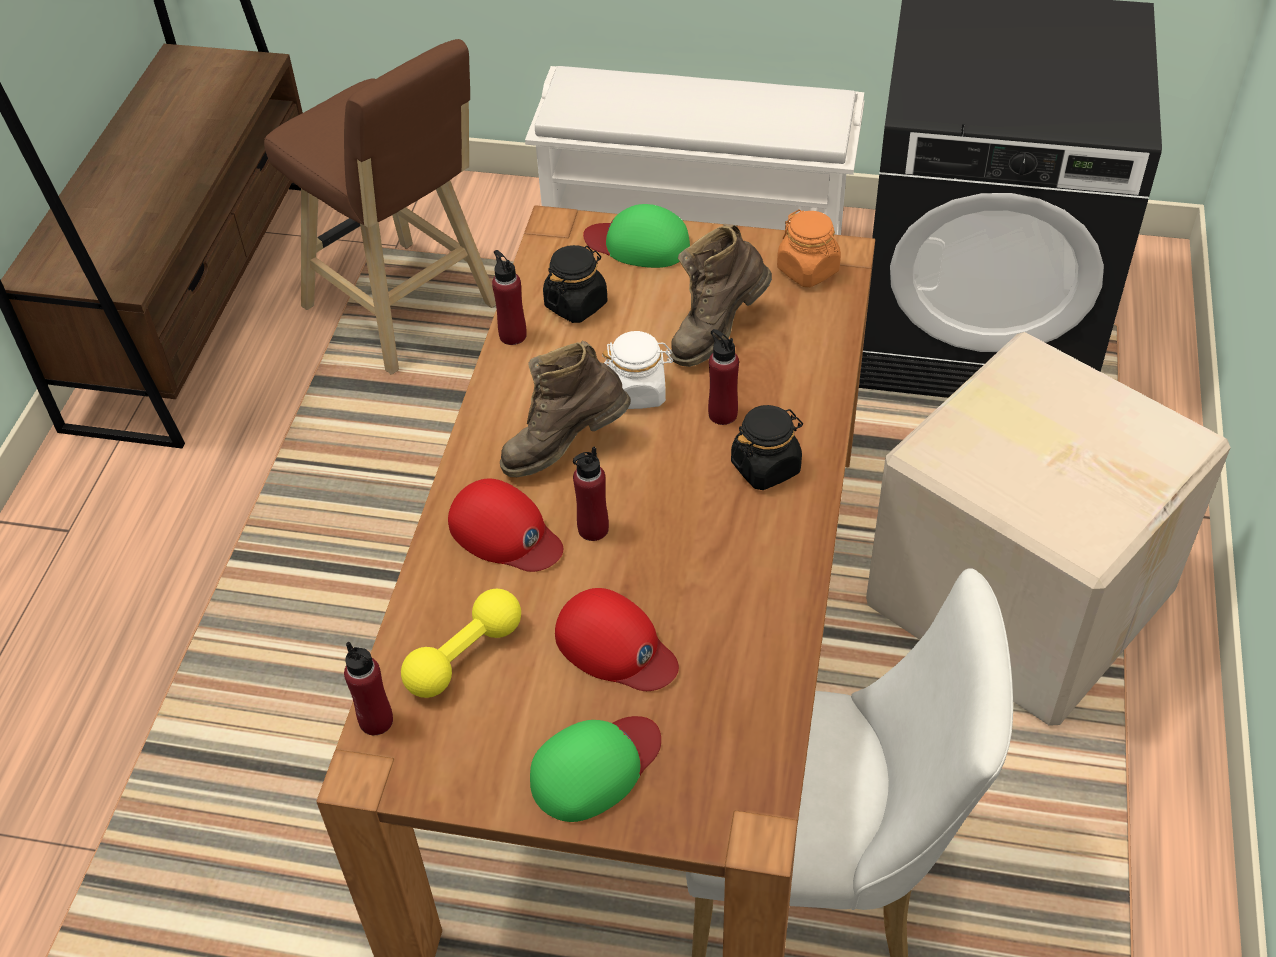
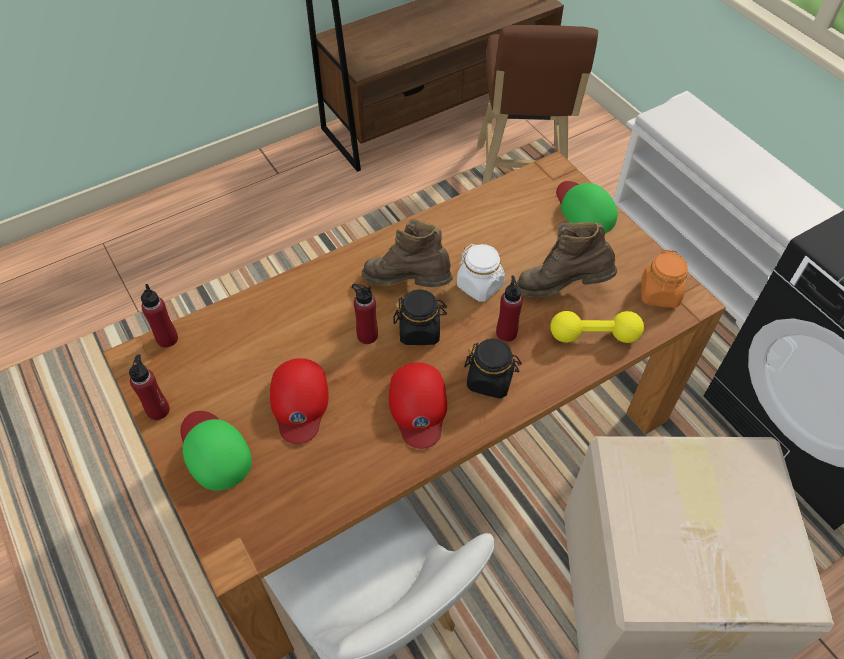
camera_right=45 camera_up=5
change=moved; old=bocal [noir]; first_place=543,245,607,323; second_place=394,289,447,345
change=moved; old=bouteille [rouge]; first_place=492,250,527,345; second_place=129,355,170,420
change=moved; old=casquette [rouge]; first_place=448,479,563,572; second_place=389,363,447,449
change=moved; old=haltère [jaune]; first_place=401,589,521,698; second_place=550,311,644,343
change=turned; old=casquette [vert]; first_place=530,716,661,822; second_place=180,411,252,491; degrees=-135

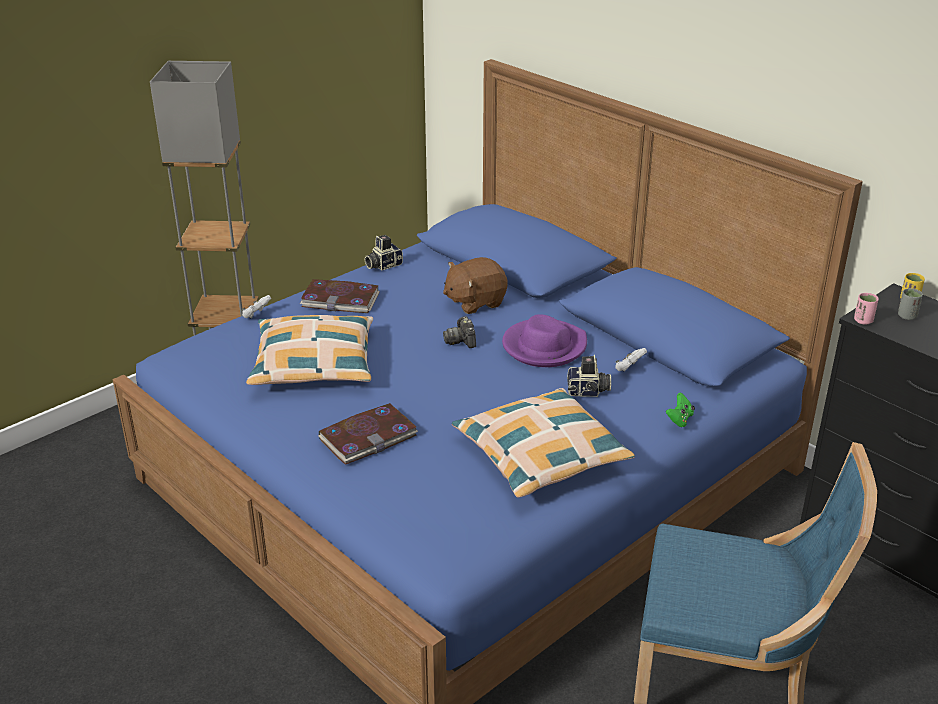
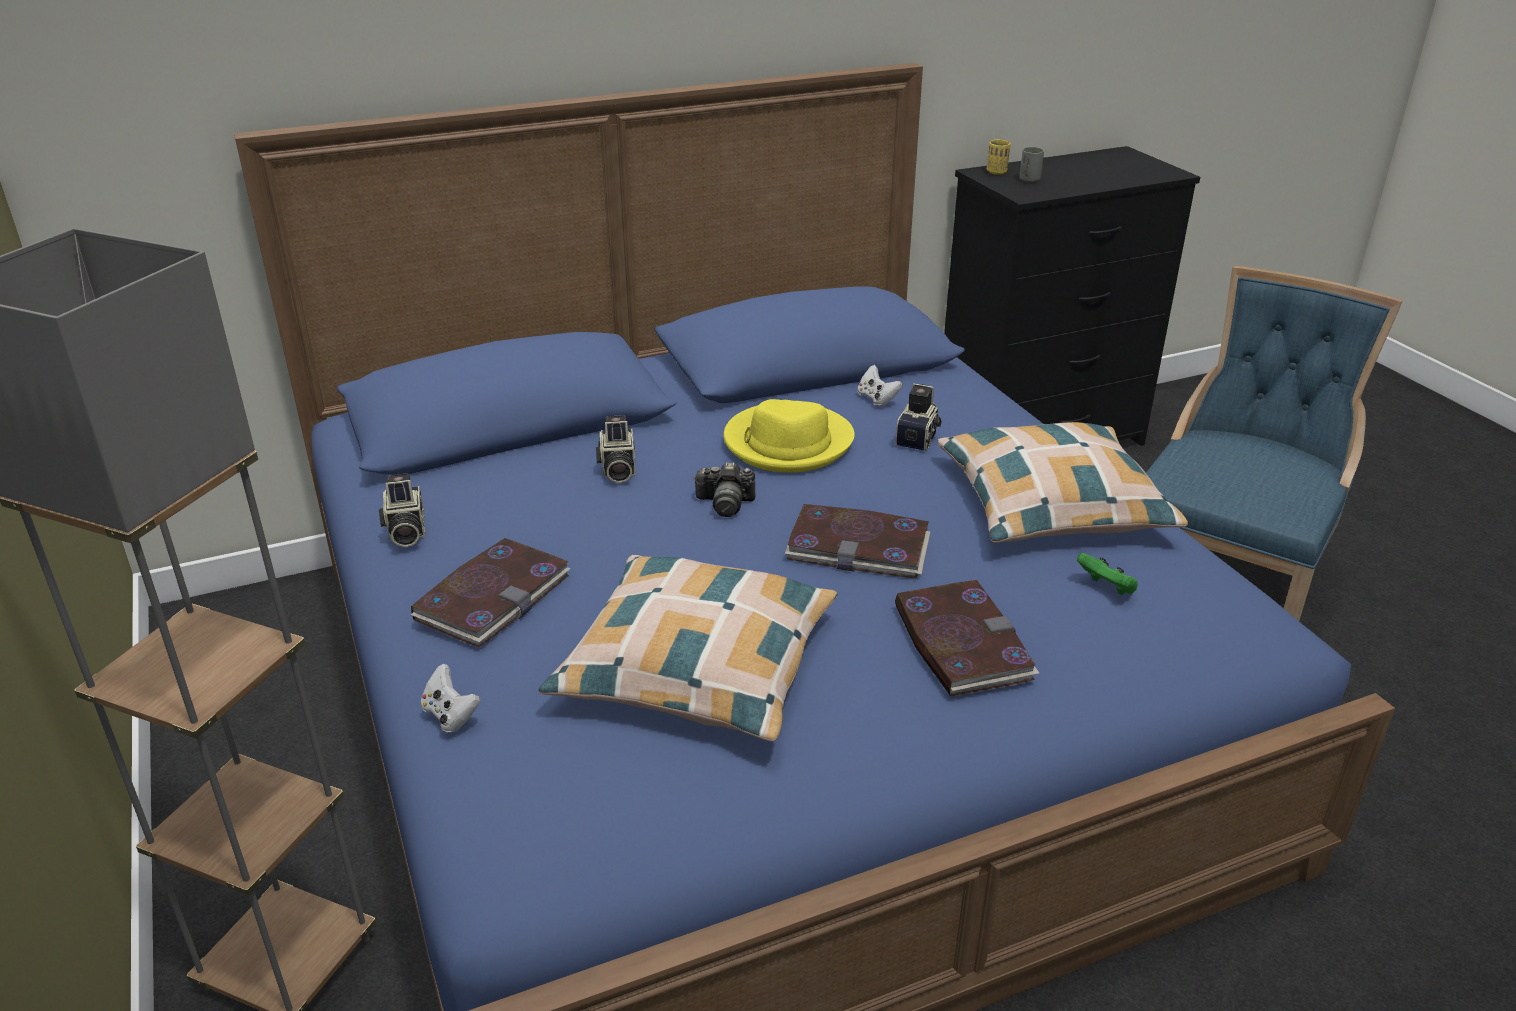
camera_right=-70 camera_up=0
change=replaced; old=peluche [marron]; new=appareil photo; first_place=443,257,508,314; second_place=596,415,636,483
change=removed; old=tasse [rose]; first_place=854,293,879,325
change=recoloured; old=chapeau [violet]; new=chapeau [jaune]; first_place=502,314,587,367; second_place=723,399,855,473
change=moved; old=manette [vert]; first_place=666,393,695,427; second_place=1077,553,1138,595
change=added; new=livre; second_place=785,504,930,579

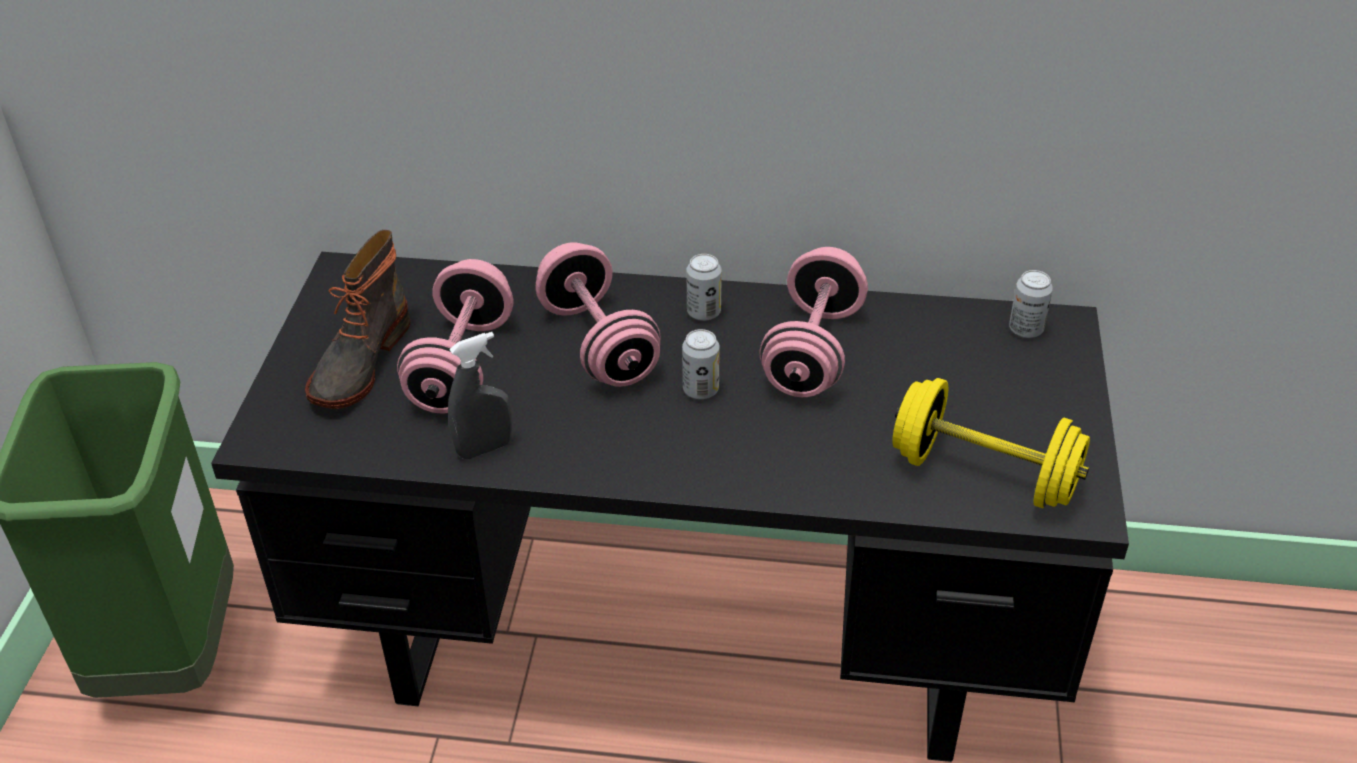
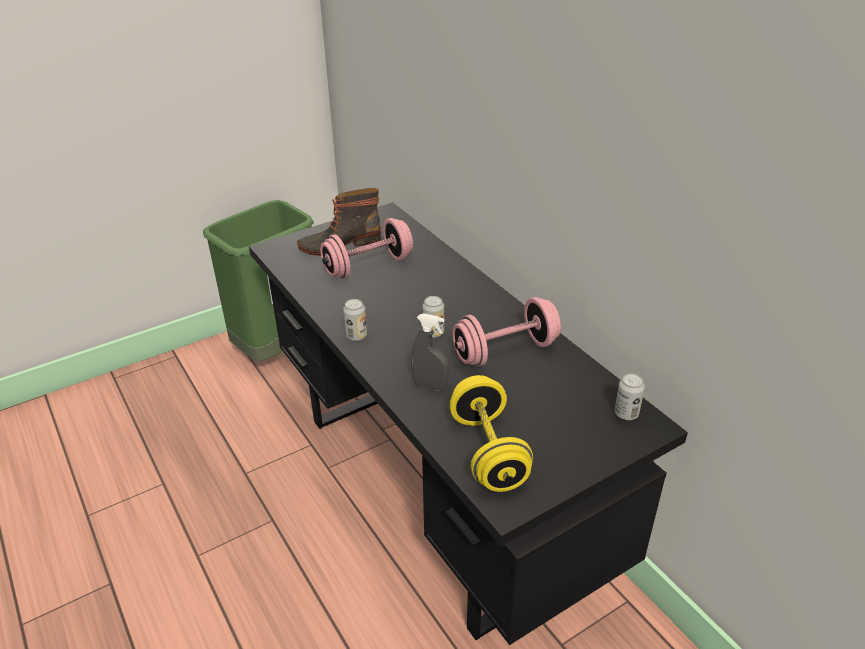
camera_right=50 camera_up=-5
change=removed; old=haltère [rose]; first_place=536,242,661,387
change=moved; old=boîte métallique; first_place=687,254,722,321; second_place=343,299,367,341
change=moved; old=vaporisateur [gris]; first_place=448,332,512,459; second_place=412,313,449,391

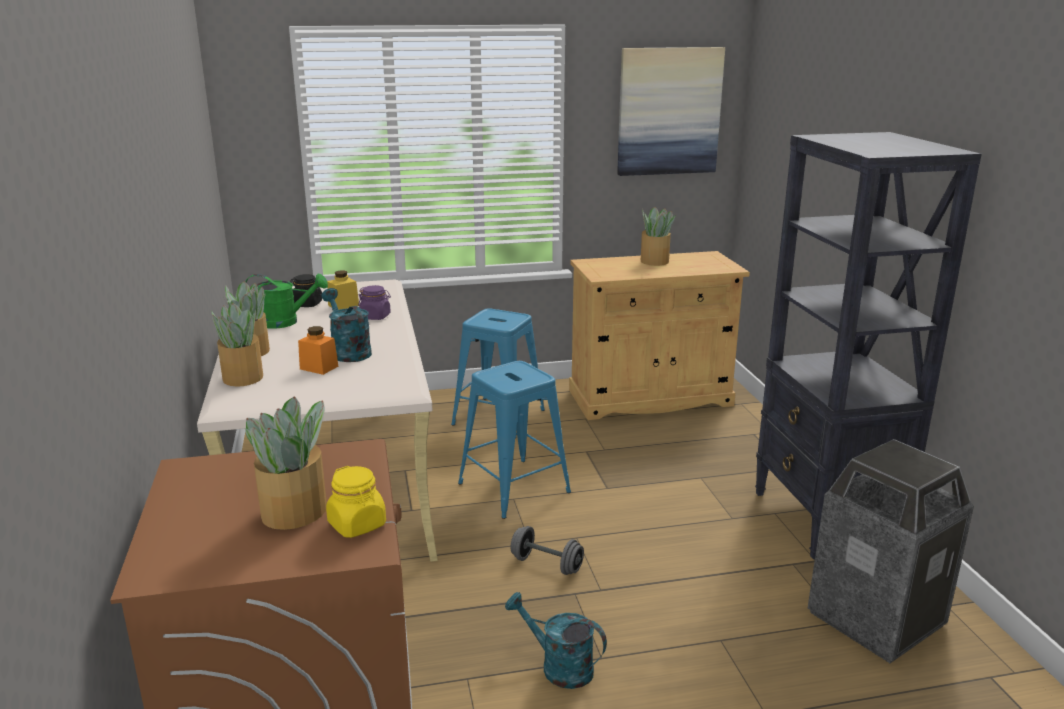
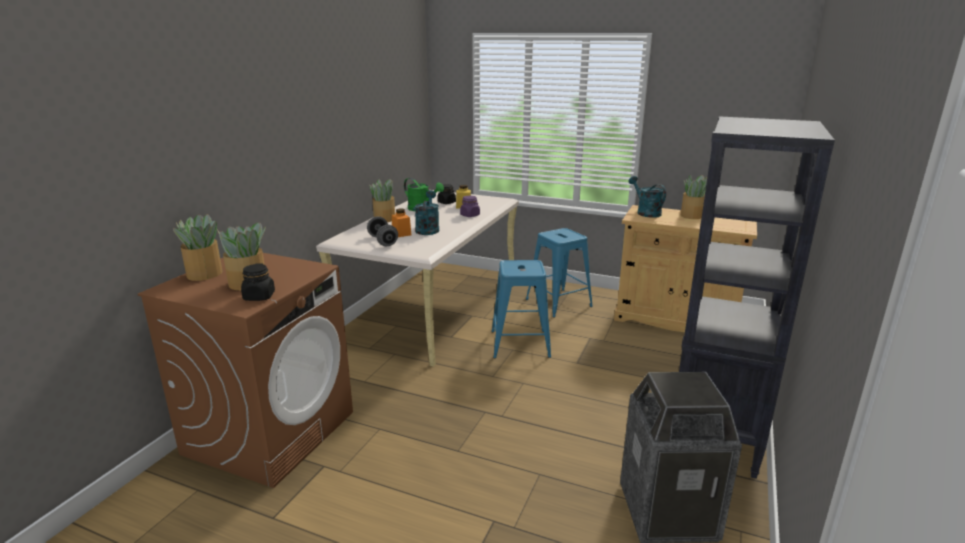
camera_right=35 camera_up=0
change=removed; old=tableau; first_place=617,47,725,176
change=moved; old=plante en pot; first_place=212,303,263,387; second_place=173,214,222,281
change=recoloured; old=bocal [jaune]; new=bocal [noir]; first_place=326,466,386,538; second_place=241,264,275,301
change=moved; old=haltère [gris]; first_place=510,526,584,575; second_place=367,216,398,246
change=moved; old=arrosoir [turquoise]; first_place=505,592,607,689; second_place=628,176,666,218

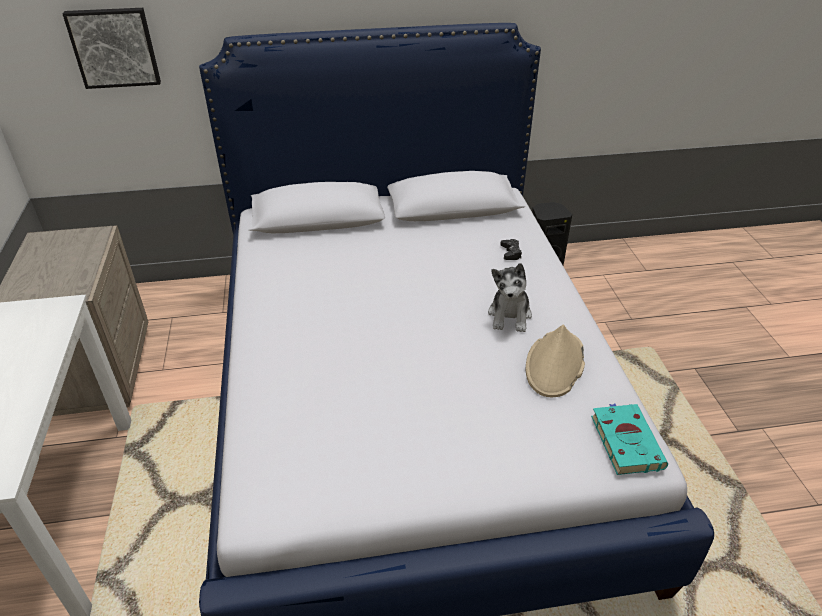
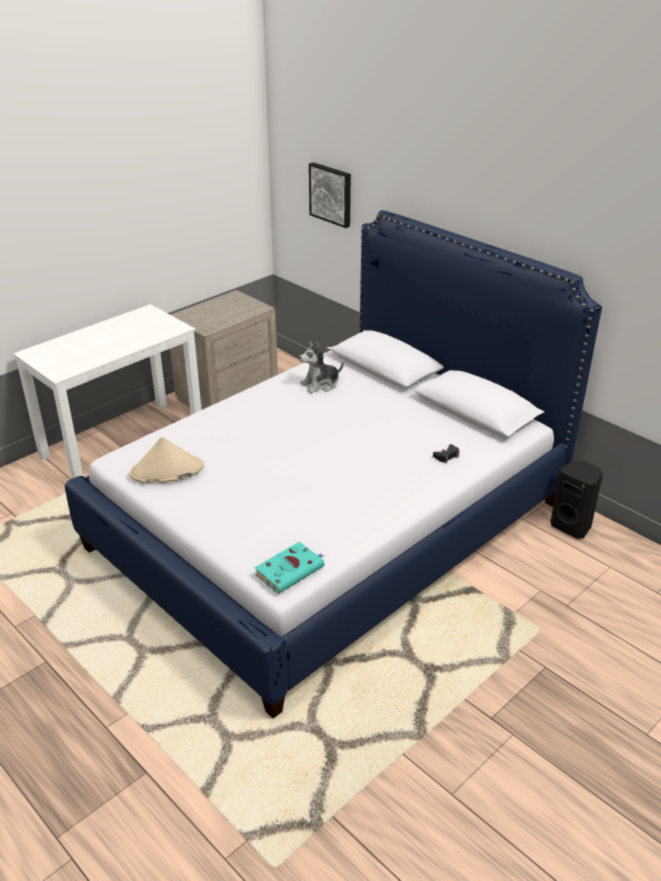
camera_right=55 camera_up=-5
change=moved; old=peluche; first_place=488,263,532,332; second_place=299,341,344,393
change=moved; old=chapeau [beige]; first_place=525,324,585,397; second_place=130,437,204,483

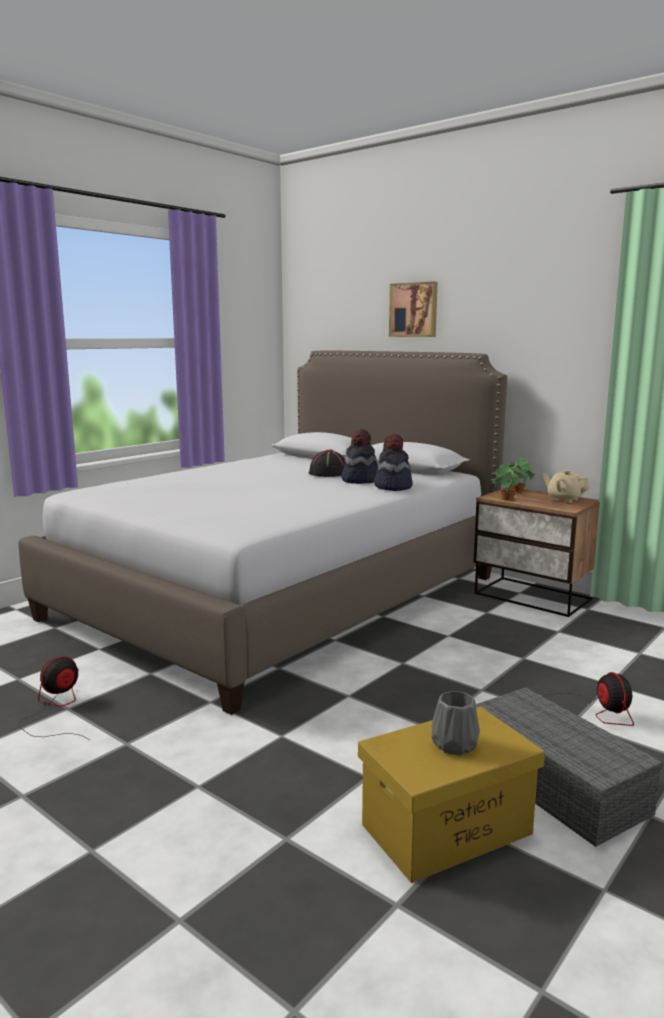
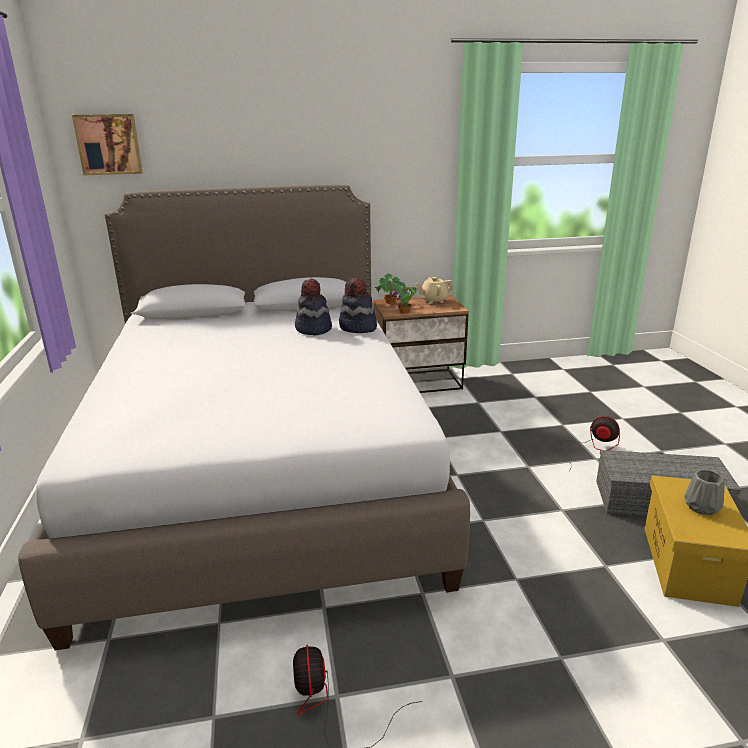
camera_right=-50 camera_up=10
change=moved; old=tableau; first_place=389,281,437,337; second_place=72,114,143,175
change=removed; old=chapeau [noir]; first_place=309,450,345,477

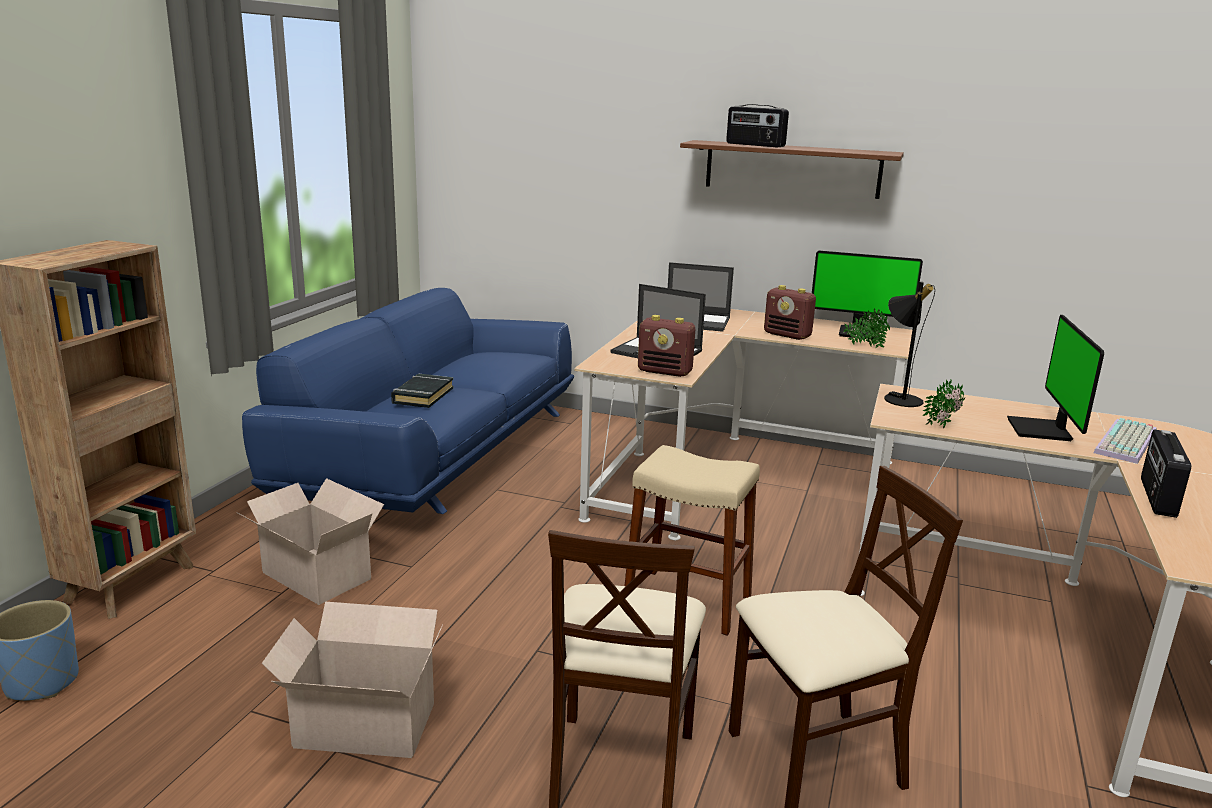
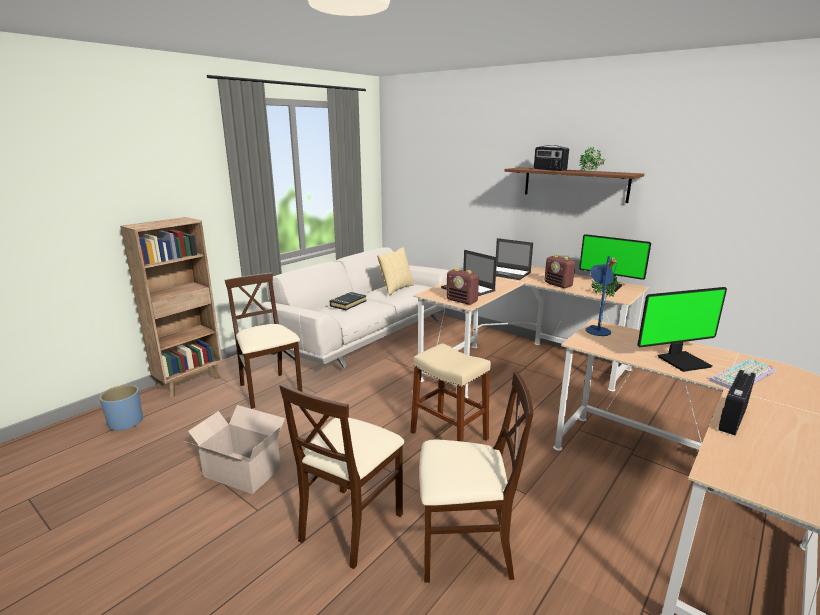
camera_right=20 camera_up=0
change=recoloured; old=lampe de table [noir]; new=lampe de table [bleu]; first_place=884,282,935,407; second_place=586,256,617,336
change=recoloured; old=canapé [bleu]; new=canapé [blanc]; first_place=242,288,574,514; second_place=256,247,449,368
change=turned; old=écran d'ordinateur; first_place=1007,315,1104,441; second_place=637,287,727,372; degrees=-135
change=moved; old=plante en pot; first_place=922,379,965,428; second_place=579,147,605,172
change=replaced; old=carton; new=chaise [beige]; first_place=236,478,384,605; second_place=225,273,303,409
change=added; new=coussin; second_place=377,247,414,295

